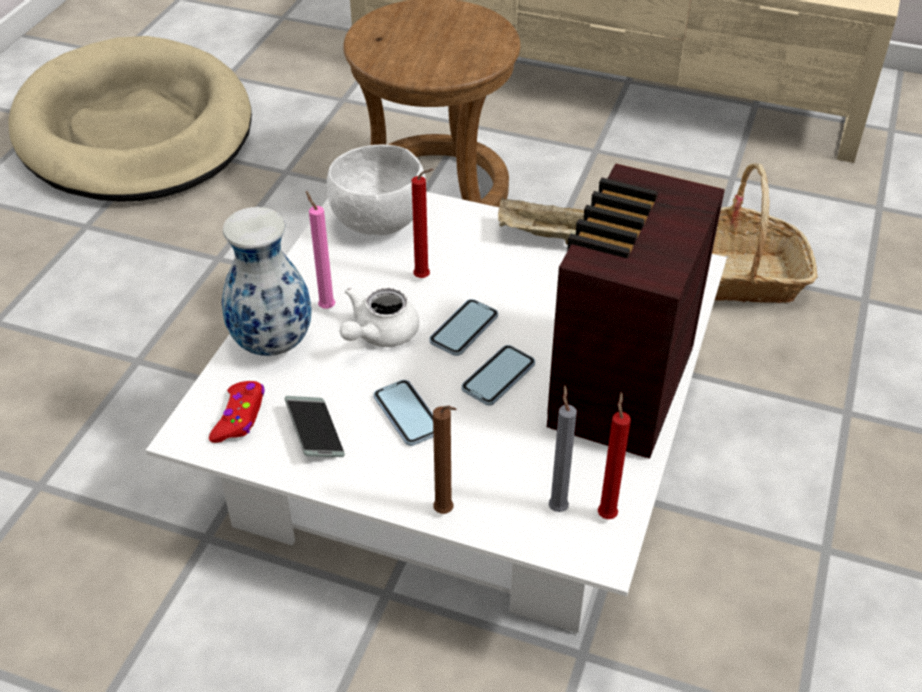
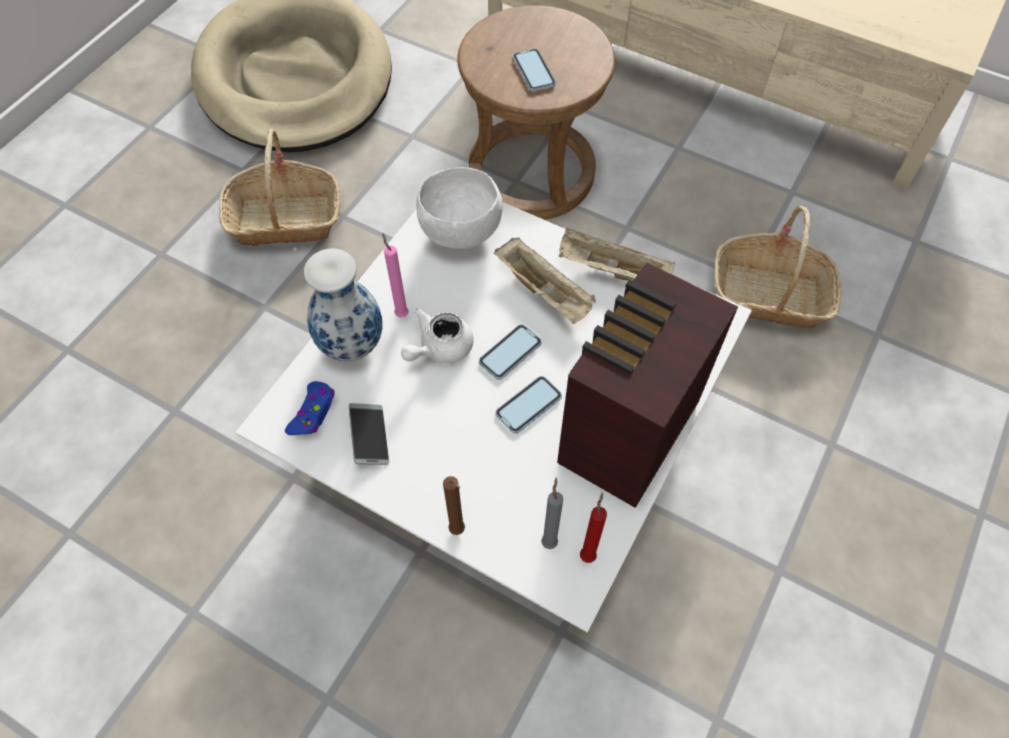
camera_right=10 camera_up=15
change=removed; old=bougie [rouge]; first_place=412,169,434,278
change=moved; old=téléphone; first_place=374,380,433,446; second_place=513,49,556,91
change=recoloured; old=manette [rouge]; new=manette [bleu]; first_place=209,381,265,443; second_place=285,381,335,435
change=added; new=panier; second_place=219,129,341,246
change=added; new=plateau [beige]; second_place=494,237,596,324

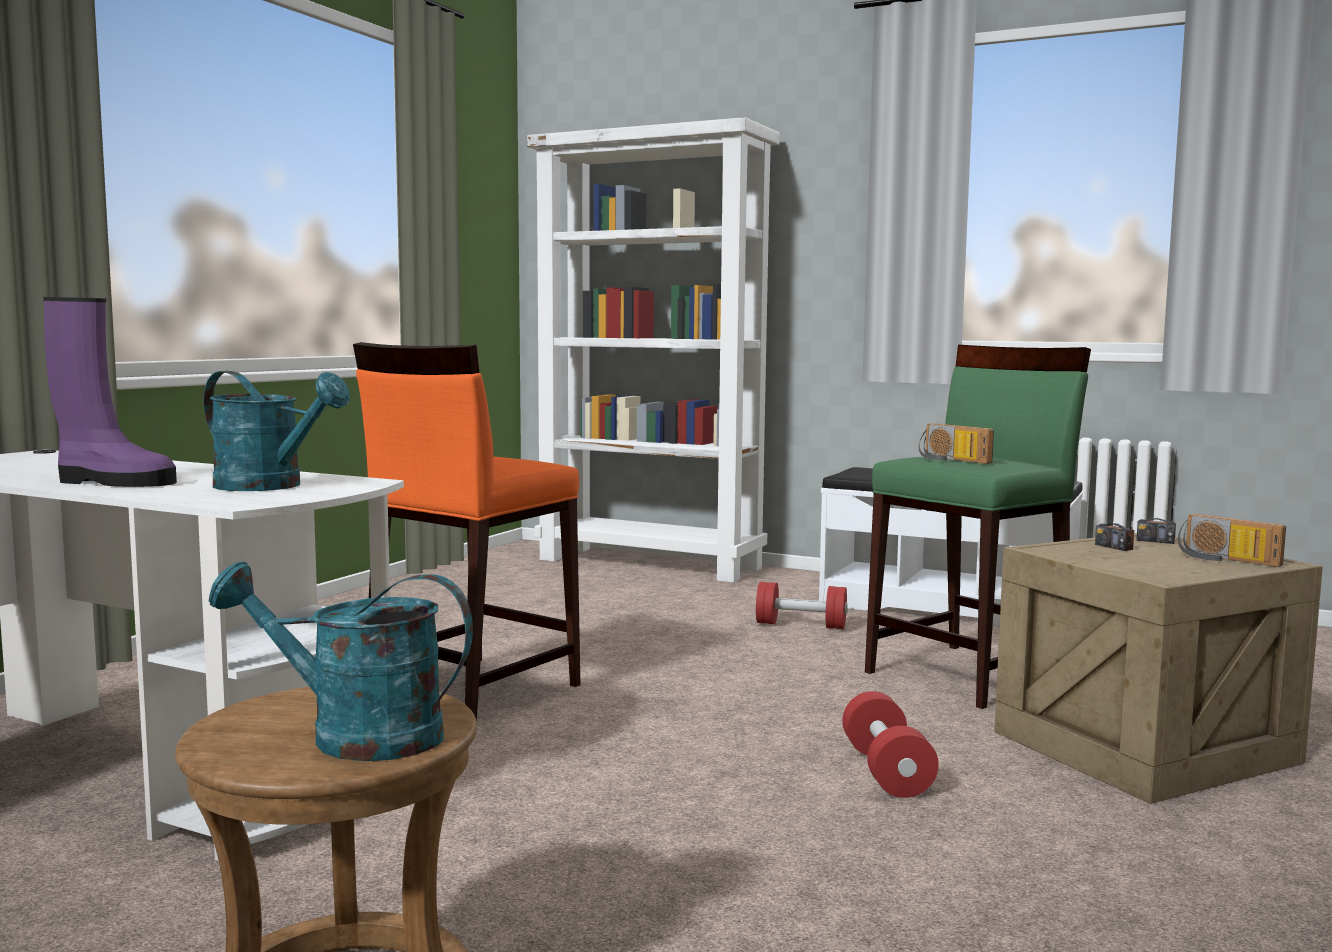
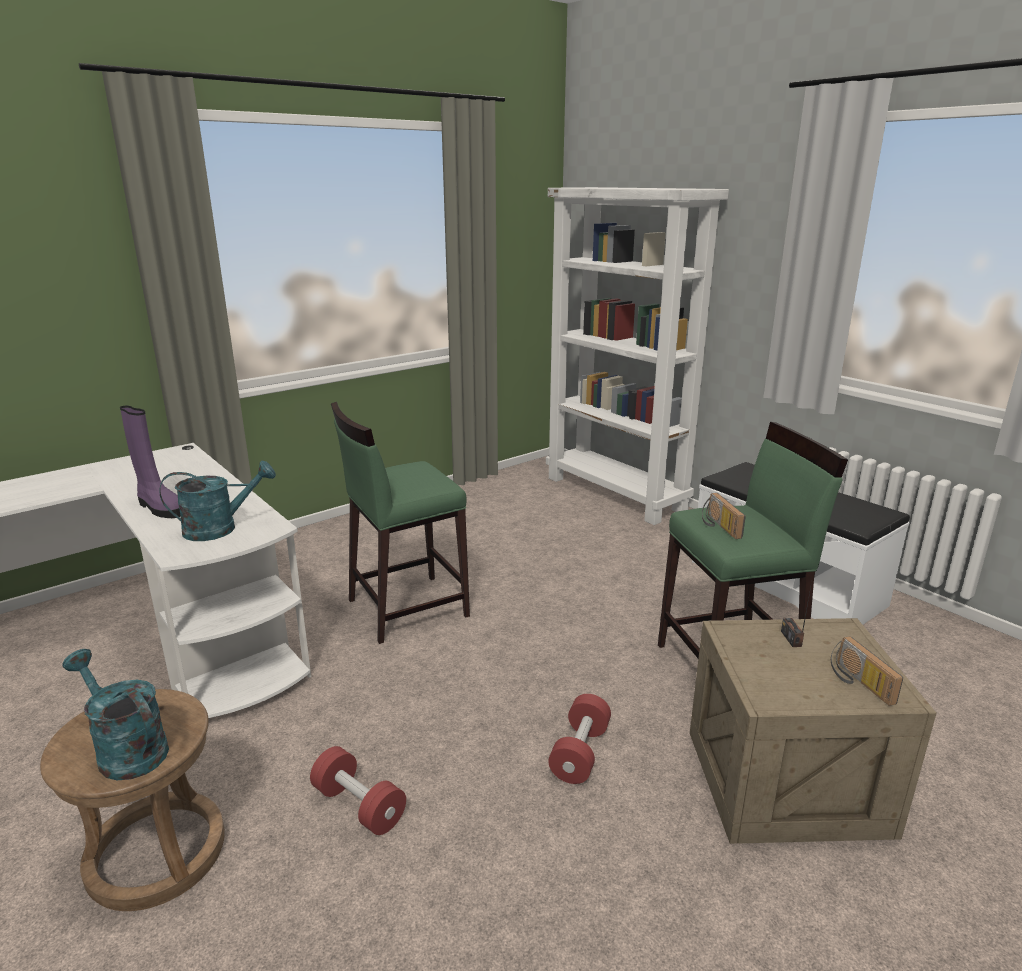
camera_right=25 camera_up=15
change=recoloured; old=tabouret [orange]; new=tabouret [vert]; first_place=353,342,580,721; second_place=331,402,470,644
change=turned; old=arrosoir [turquoise]; first_place=204,371,350,491; second_place=159,461,276,541; degrees=-75
change=removed; old=radio; first_place=1136,449,1177,544
change=moved; old=haltère [rouge]; first_place=756,582,848,629; second_place=310,746,406,835

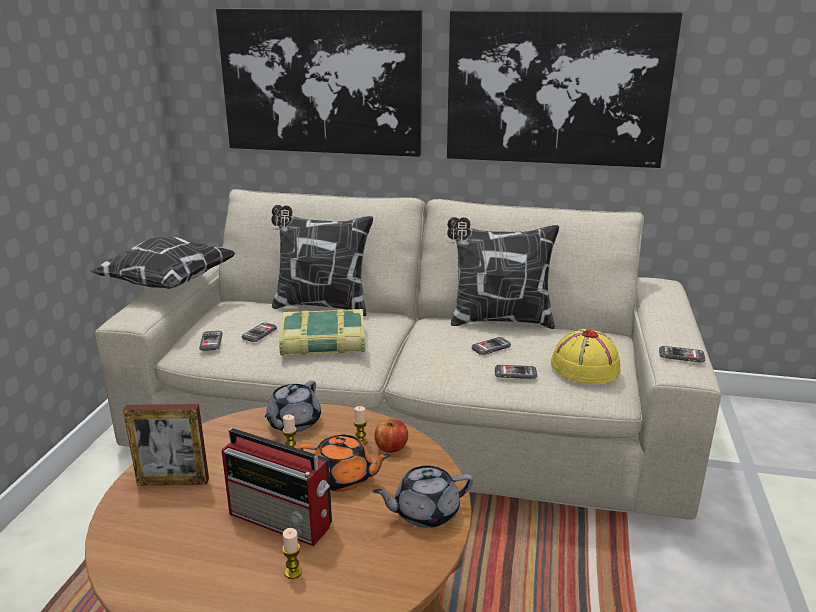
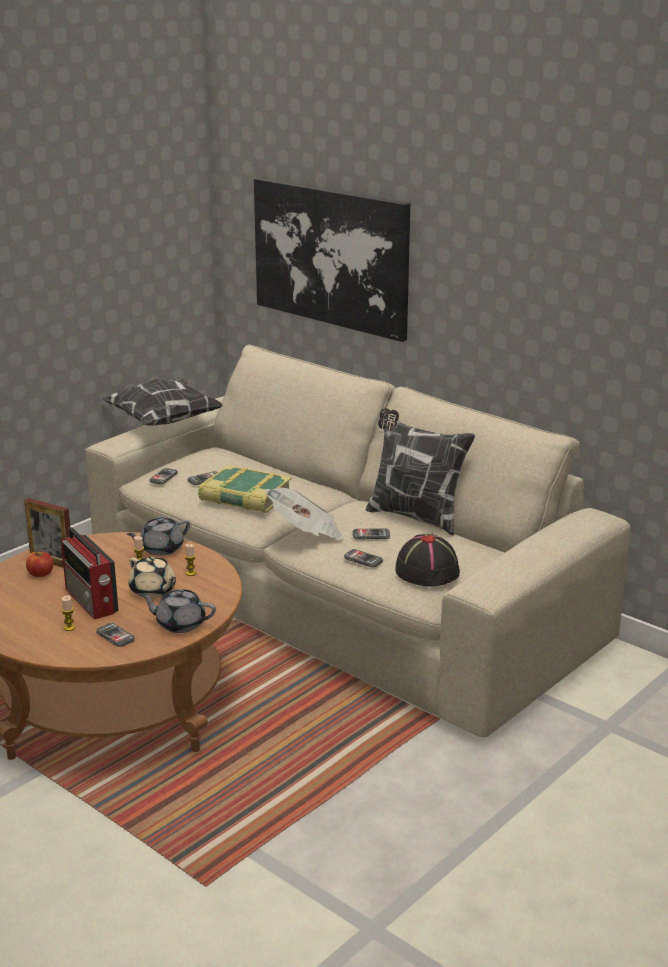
camera_right=30 camera_up=0
change=removed; old=tableau; first_place=447,10,682,168
change=removed; old=coussin; first_place=271,205,373,316
change=recoloured; old=chapeau [jaune]; new=chapeau [noir]; first_place=551,329,621,384; second_place=395,534,460,586
change=moved; old=téléphone; first_place=659,346,705,363; second_place=96,623,135,647
change=moved; old=pomme; first_place=375,420,408,453; second_place=26,552,53,577
change=recoloured; old=théière [orange]; new=théière [beige]; first_place=298,435,391,492; second_place=129,557,176,598
change=added; new=journal; second_place=265,488,344,539

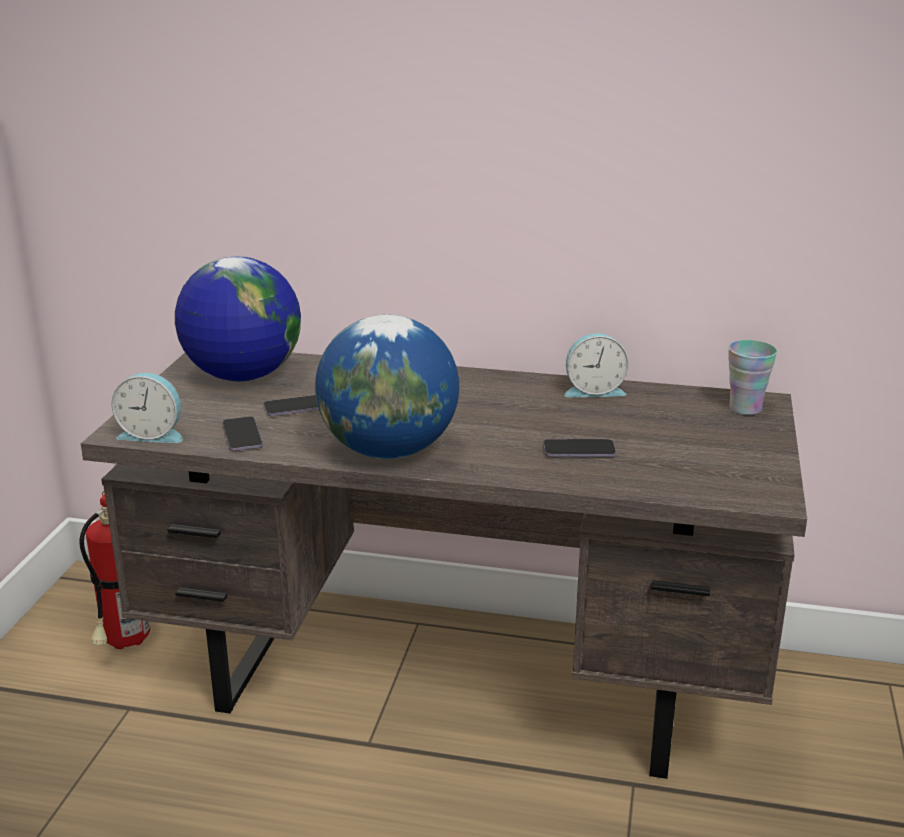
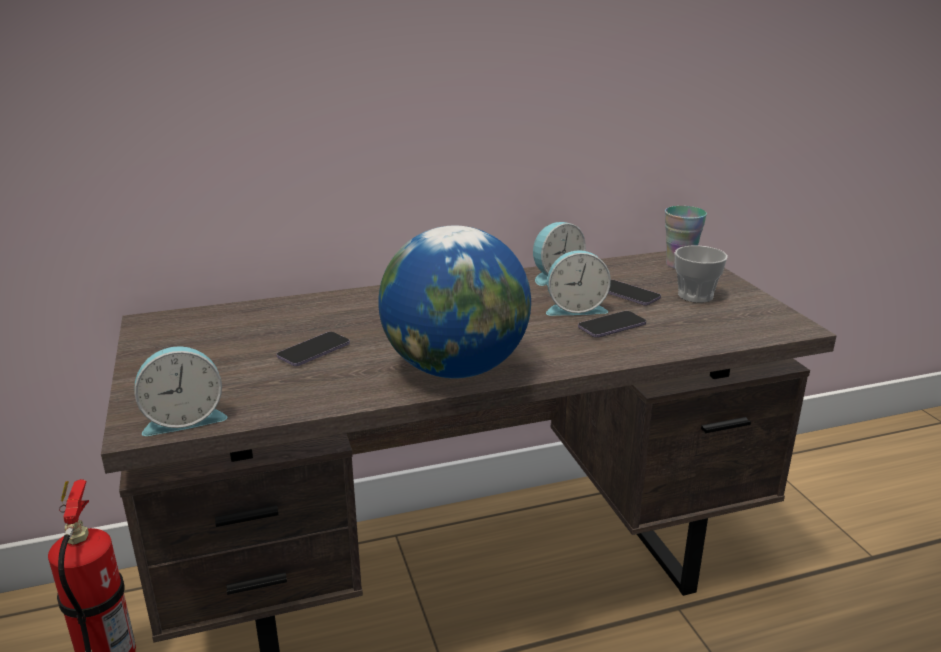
camera_right=-30 camera_up=0
change=removed; old=globe; first_place=175,257,301,381
change=moved; old=téléphone; first_place=222,417,263,451; second_place=608,280,661,306
change=added; new=tasse; second_place=675,246,728,303
change=added; new=réveil; second_place=546,250,611,316

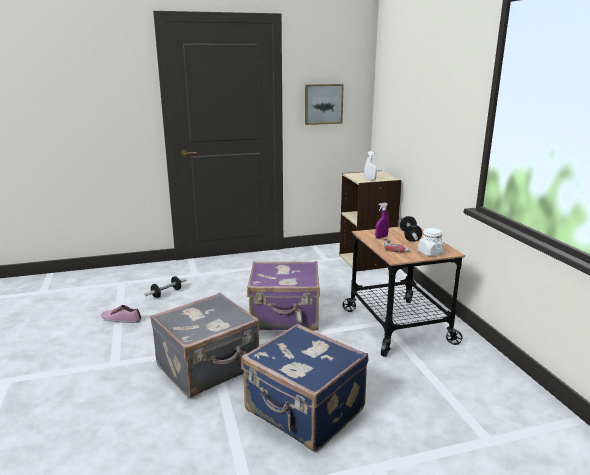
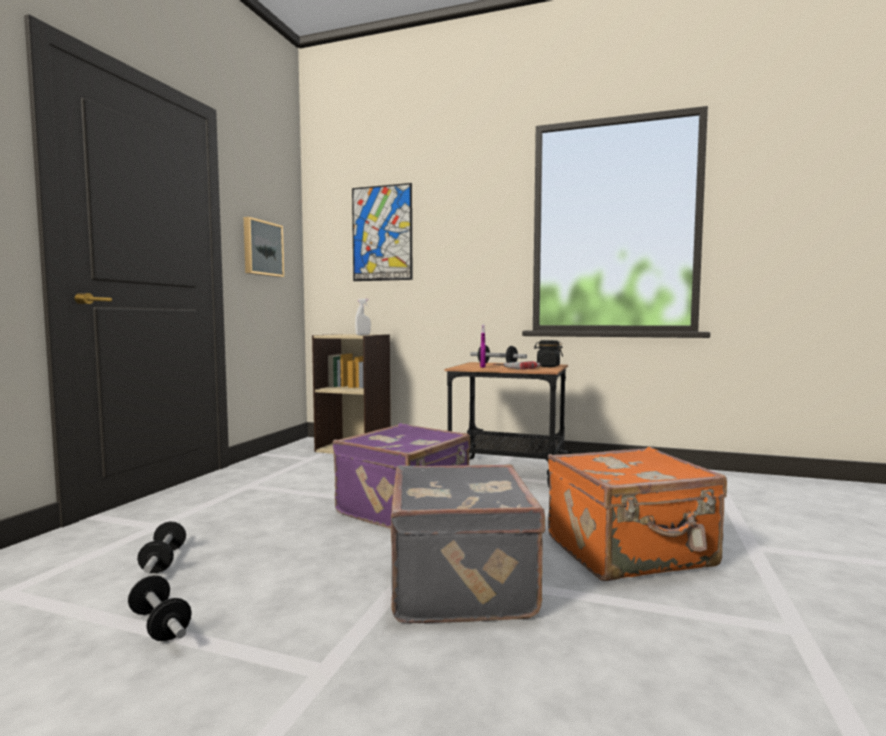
camera_right=-55 camera_up=-15
change=recoloured; old=bocal [blanc]; new=bocal [noir]; first_place=418,228,444,256; second_place=534,340,563,367
change=replaced; old=chaussure; new=haltère; first_place=101,305,141,323; second_place=128,575,192,641
change=recoloured; old=valise [bleu]; new=valise [orange]; first_place=241,324,368,452; second_place=548,447,727,581
change=added; new=tableau; second_place=352,183,412,281

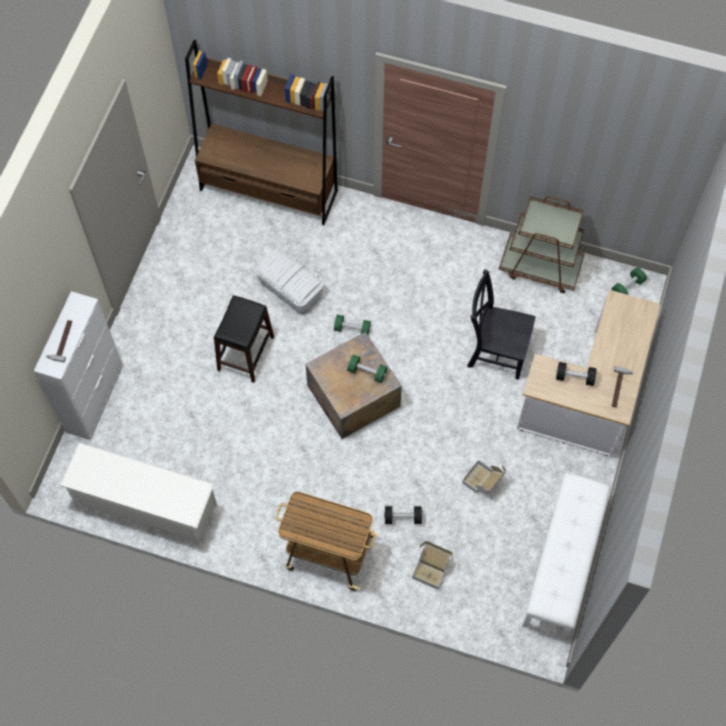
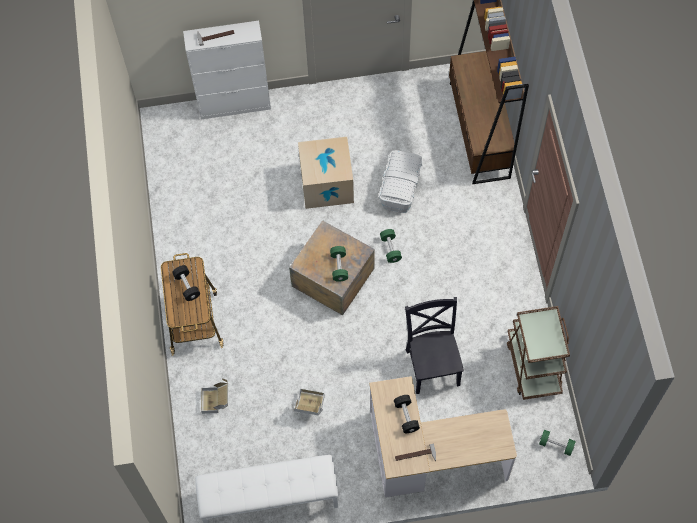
camera_right=65 camera_up=0
change=replaced; old=tabouret [noir]; new=carton; first_place=214,295,274,383; second_place=298,137,354,209
change=removed; old=étagère à chaussures [blanc]; first_place=60,443,217,546
change=moved; old=haltère [noir]; first_place=384,506,423,524; second_place=172,265,200,301

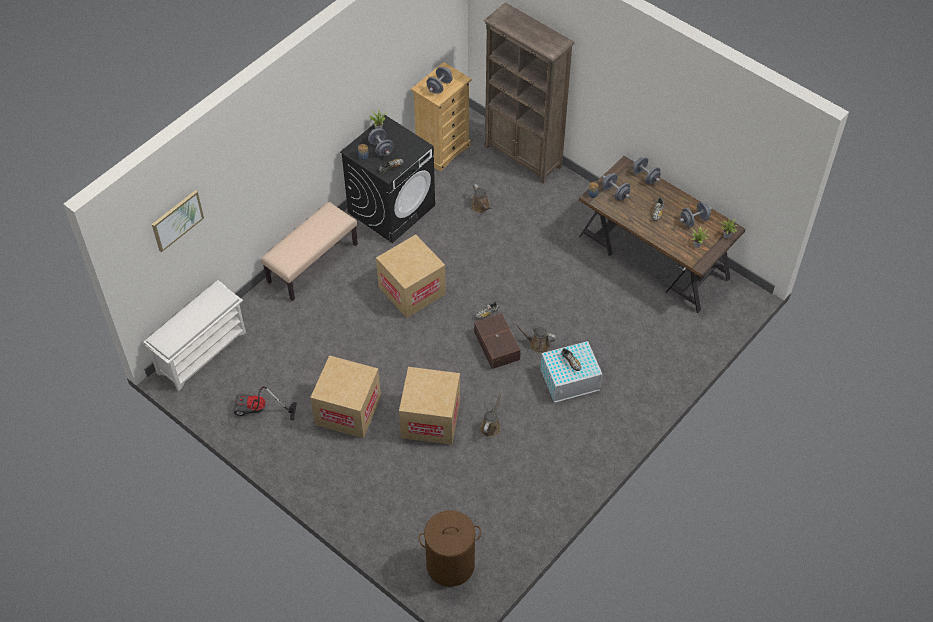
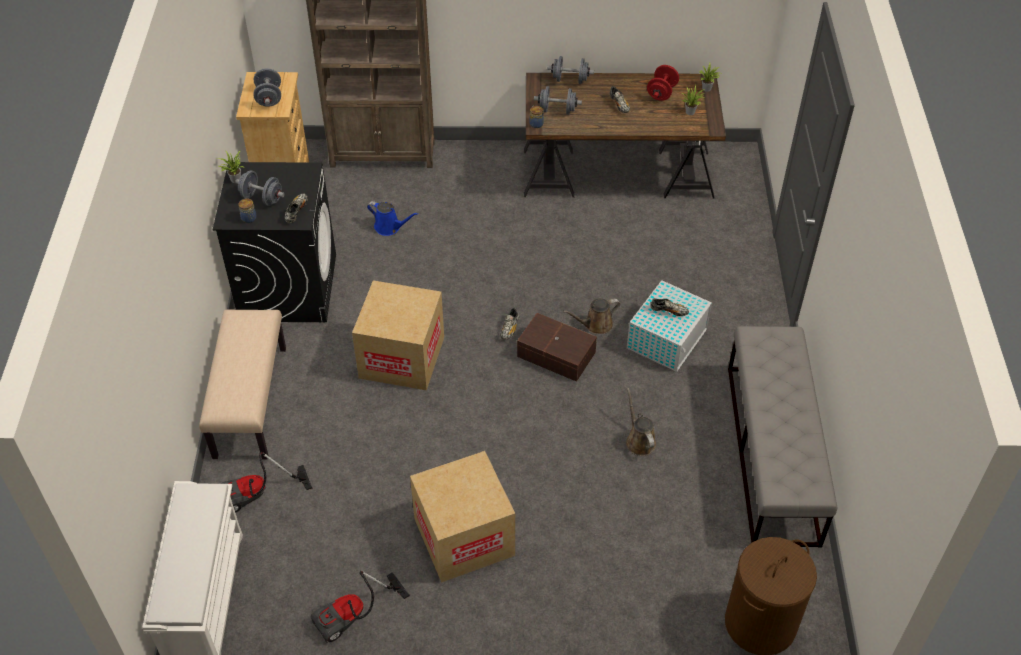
camera_right=-40 camera_up=-5
change=recoloured; old=arrosoir [marron]; new=arrosoir [bleu]; first_place=471,184,493,213; second_place=367,201,419,236
change=removed; old=tableau; first_place=152,190,204,252
change=recoloured; old=haltère [gris]; new=haltère [rouge]; first_place=679,202,712,227; second_place=647,65,679,101
change=removed; old=carton; first_place=399,367,460,445
change=added; new=banc [gris]; second_place=728,326,837,547
change=added; new=aspirateur; second_place=220,452,313,513

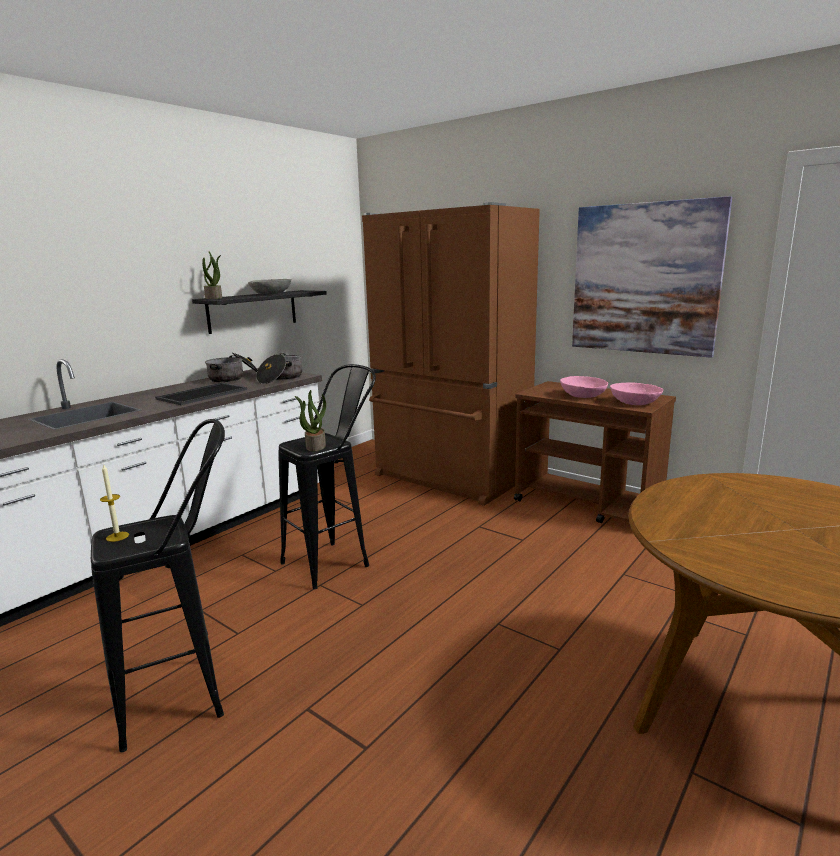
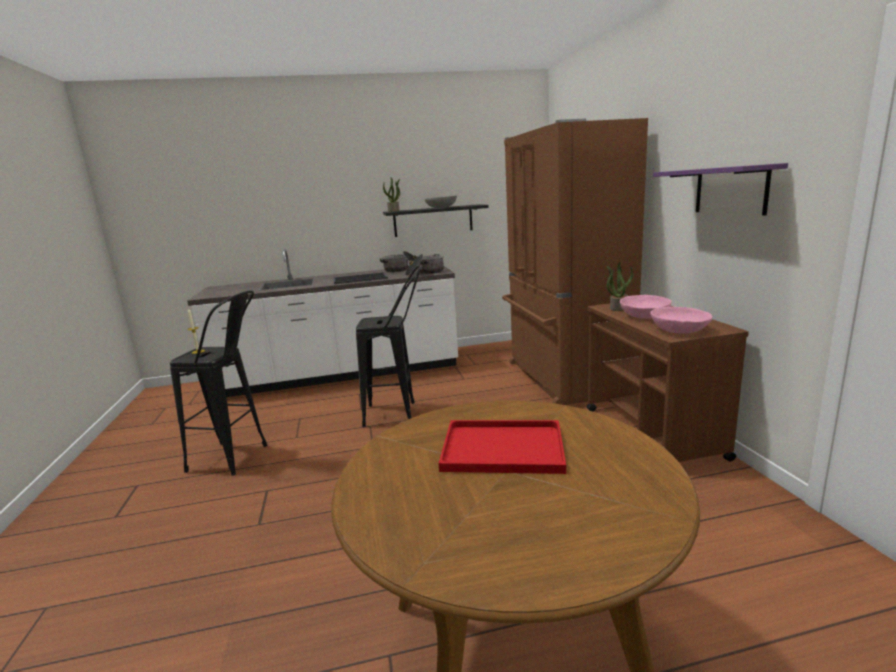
camera_right=40 camera_up=0
change=replaced; old=tableau; new=étagère [violet]; first_place=572,196,732,358; second_place=653,163,788,215
change=moved; old=plante en pot; first_place=295,390,326,452; second_place=606,262,633,311
change=added; new=plateau [rouge]; second_place=438,420,566,474

